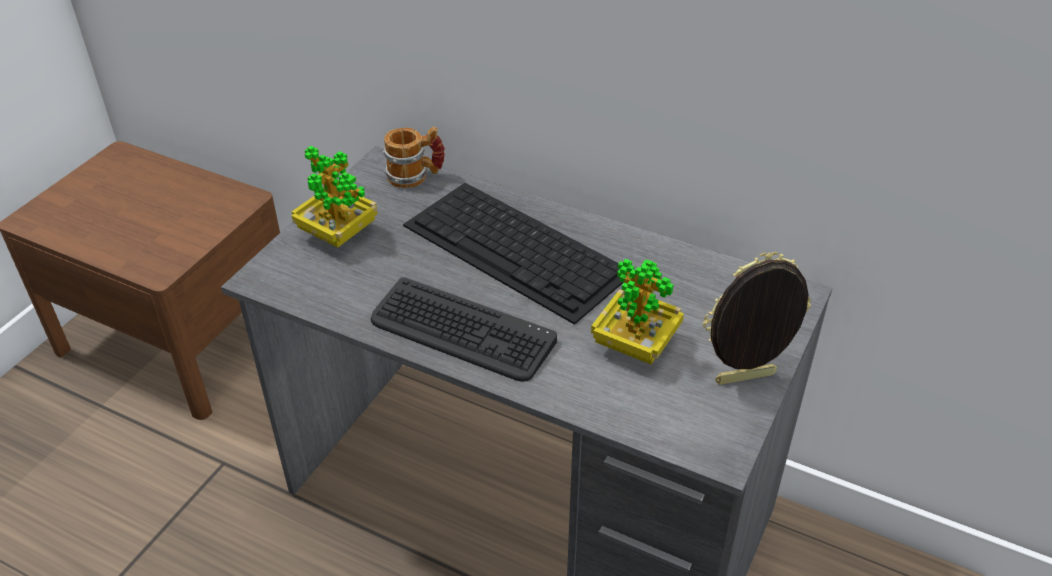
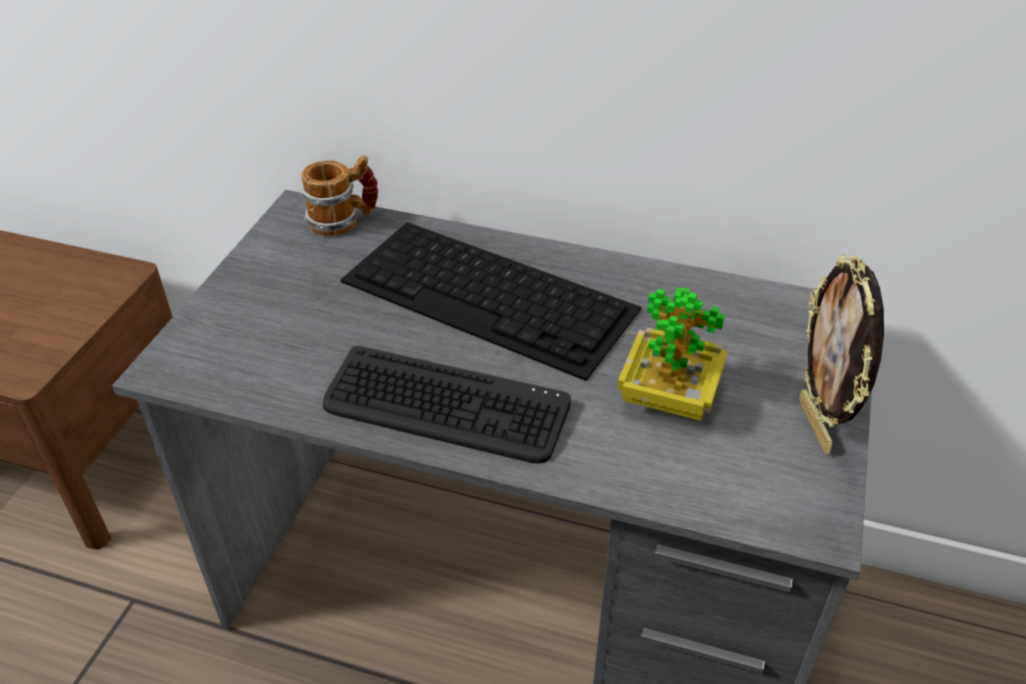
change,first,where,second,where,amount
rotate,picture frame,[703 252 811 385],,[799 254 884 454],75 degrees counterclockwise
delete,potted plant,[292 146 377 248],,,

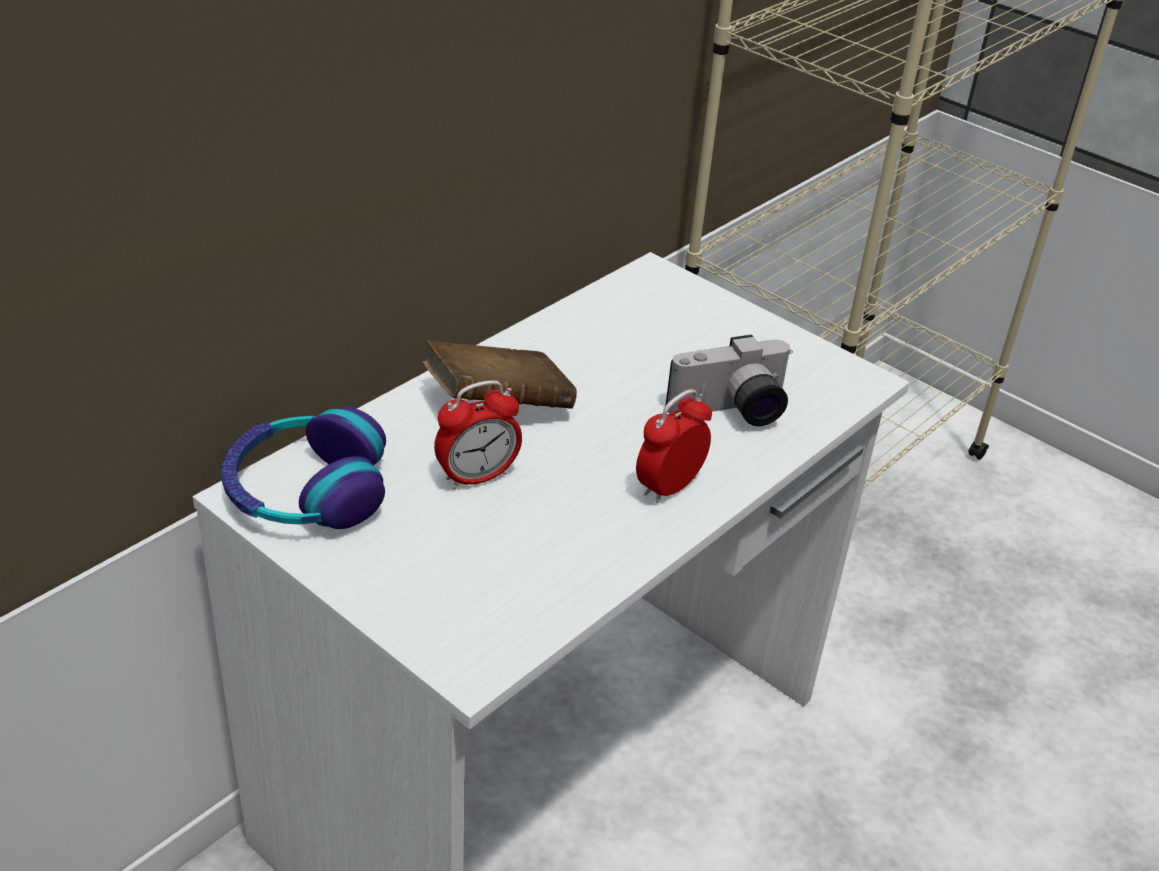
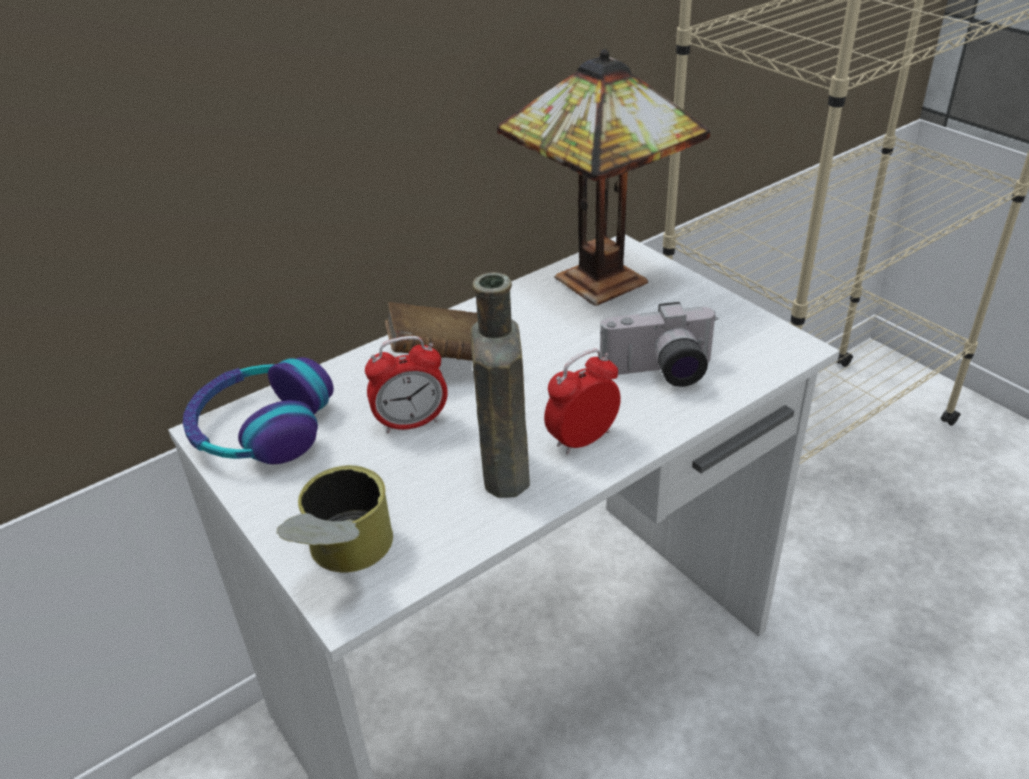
change,first,where,second,where,amount
insert,,,can,[277 465 393 573],
insert,,,brown bottle,[471 272 530 498],
insert,,,table lamp,[497 49 710 306],

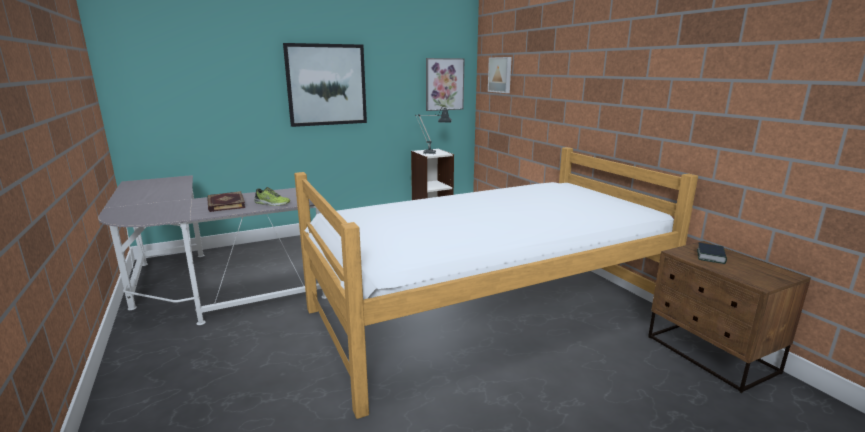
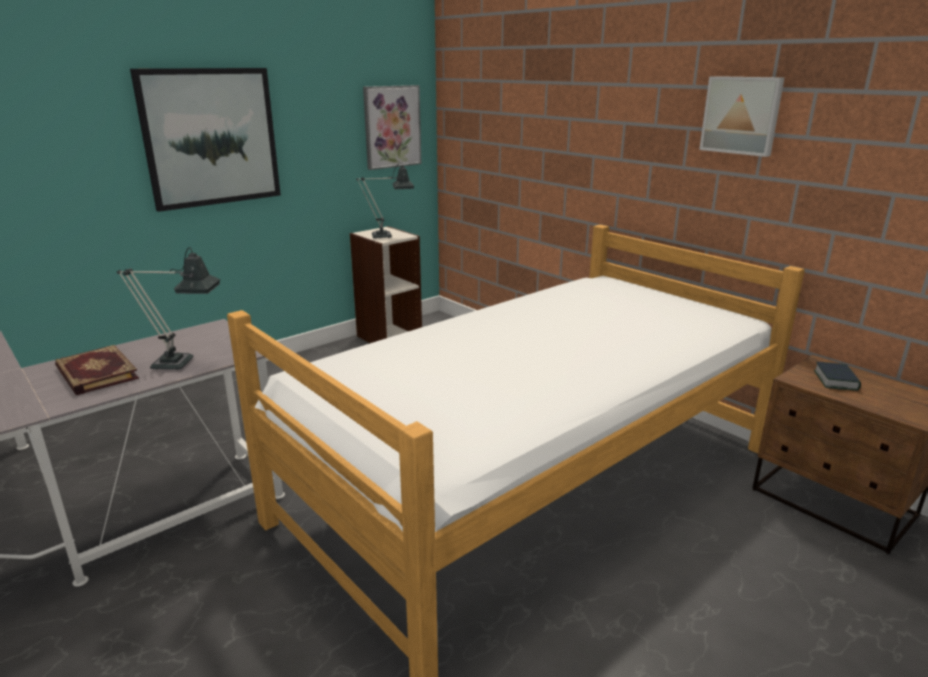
change,first,where,second,where,amount
replace,shoe,[254 187 290 206],table lamp,[117 247 220 370],
move,picture,[488 57 512 93],,[699 76 784 157],

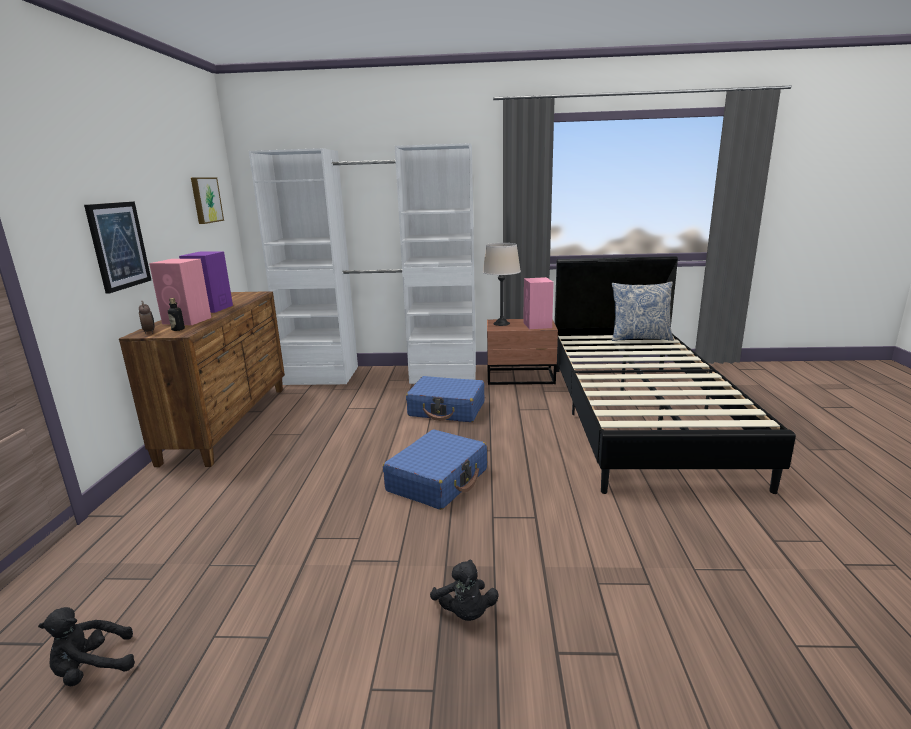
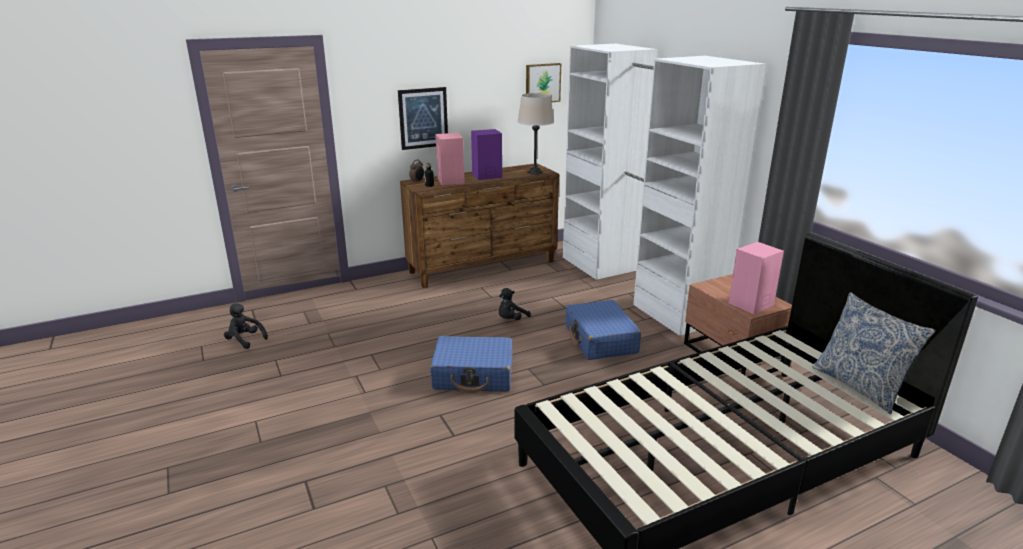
change,first,where,second,where,amount
move,black plush toy,[430 560 499 621],,[499 288 531 320],
move,beige table lamp,[483 243 521 326],,[517 93 554 175],

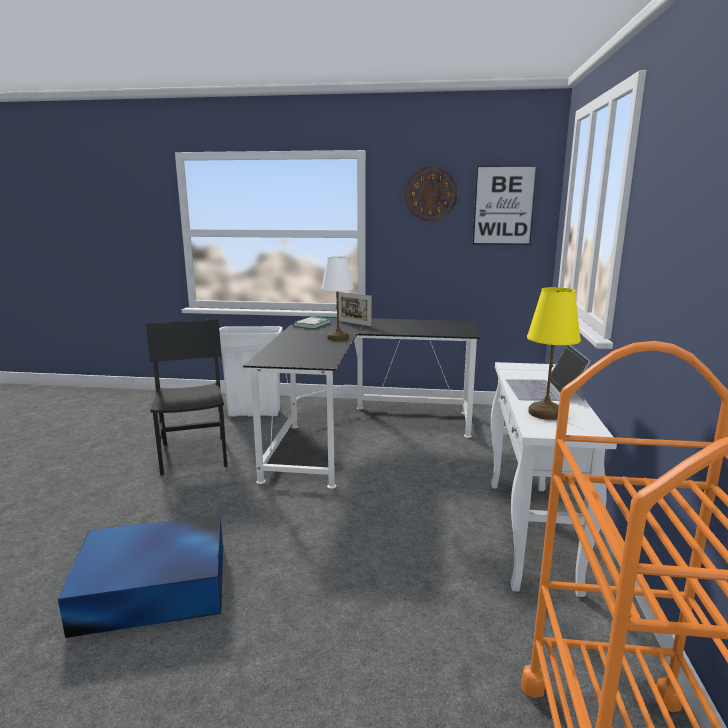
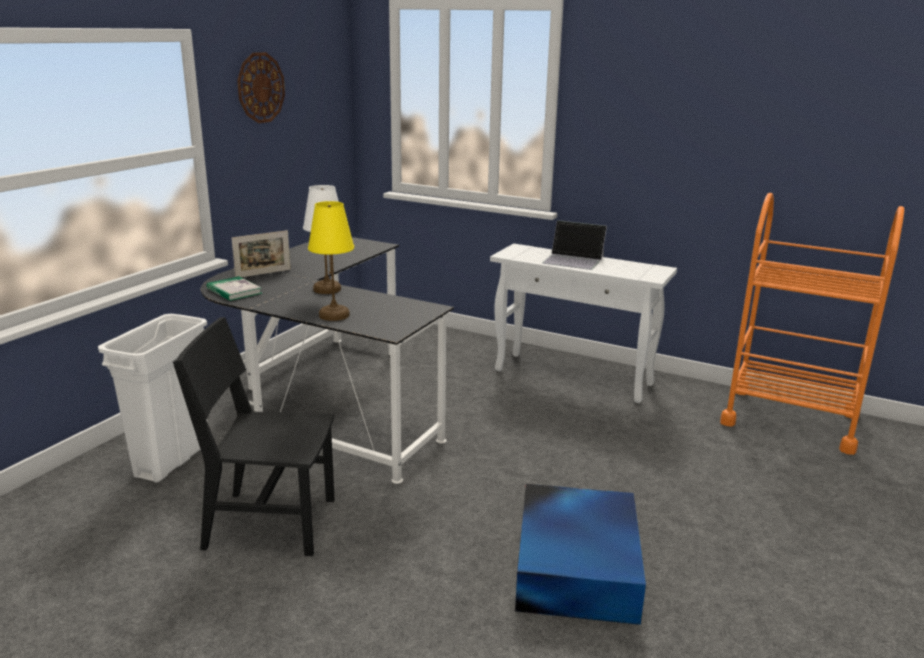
change,first,where,second,where,amount
move,yellow table lamp,[527 287 581 420],,[308 201 354 321],
delete,picture,[473 165 537 245],,,

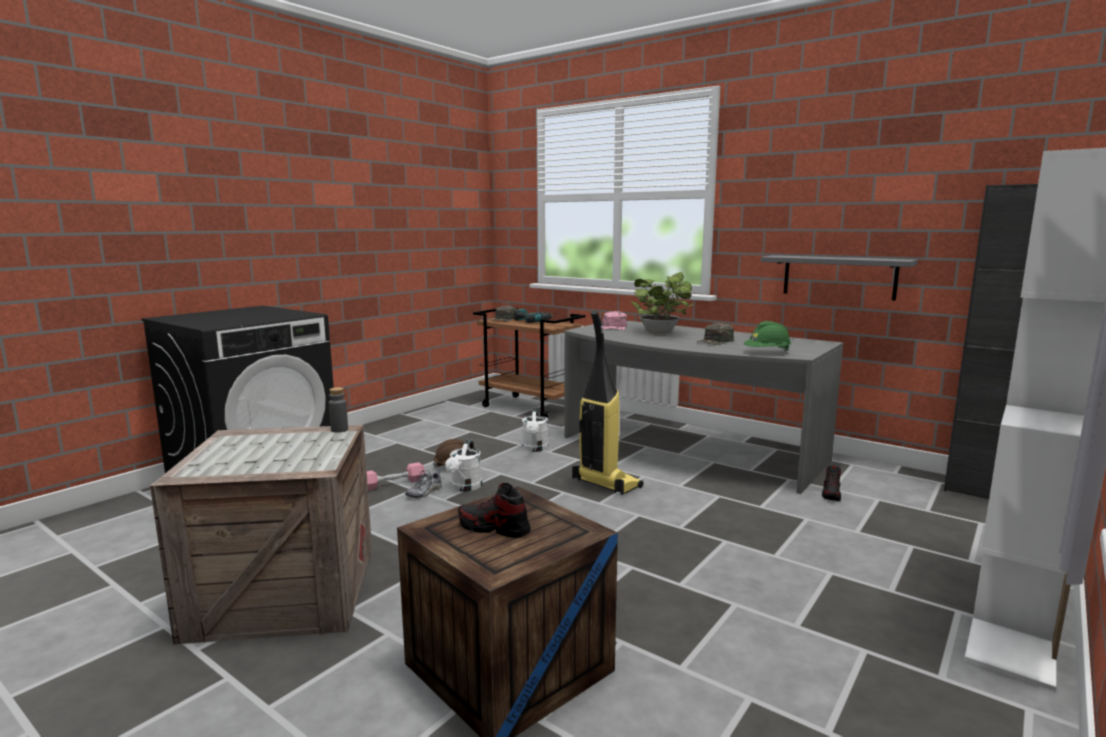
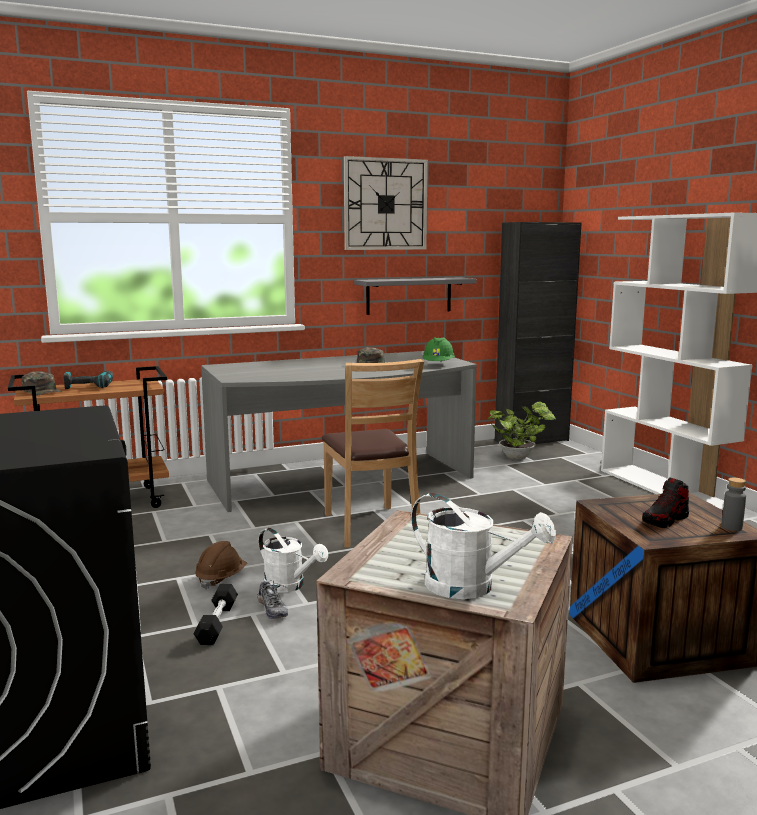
change,first,where,second,where,amount
recolor,pink dumbbell,[367 462 425 491],black dumbbell,[193 584 238 645],
replace,vacuum cleaner,[572 311 643 495],brown chair,[322 359 424 548],
insert,,,wall clock,[344 156 428 250],
move,white watering can,[522 408 549 452],,[411 493 556 599],
move,potted plant,[631 272 695 334],,[488 401 556 459],
move,grey bottle,[329 387 348 433],,[722 478 746 531],
delete,pink cap,[602 311 627 330],,,
delete,shoe,[822 465 841 501],,,

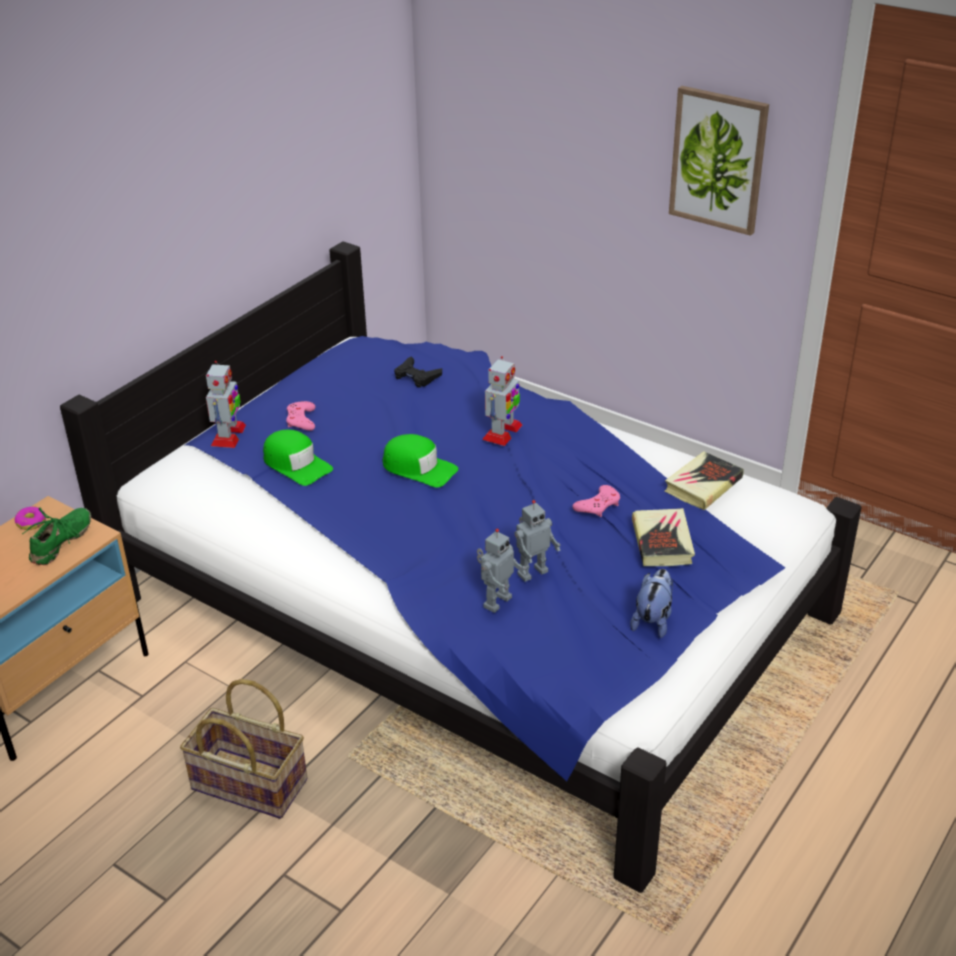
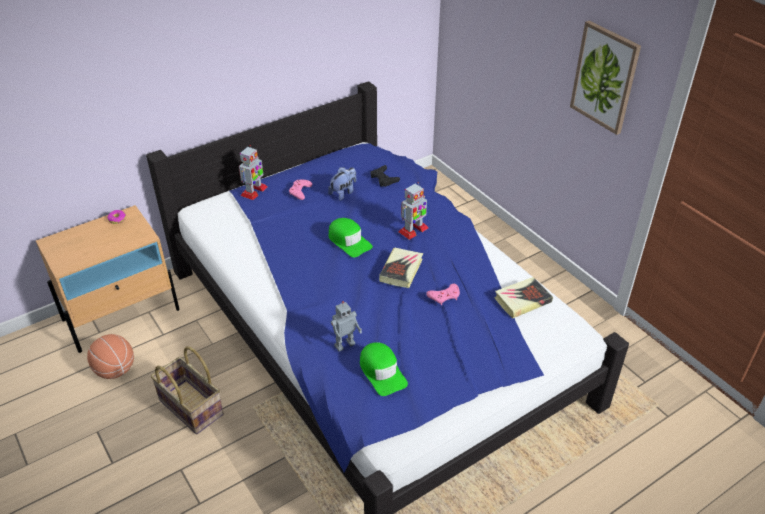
change,first,where,second,where,amount
insert,,,basketball,[87 334 134 379],
move,plush toy,[630 569 673 638],,[328 167 356 201],
move,green cap,[263 430 333 486],,[360 342 408 396],
move,book,[632 508 695 566],,[379 248 423 288],
delete,green shoe,[22 508 92 565],,,
delete,toy robot,[514 500 561 582],,,

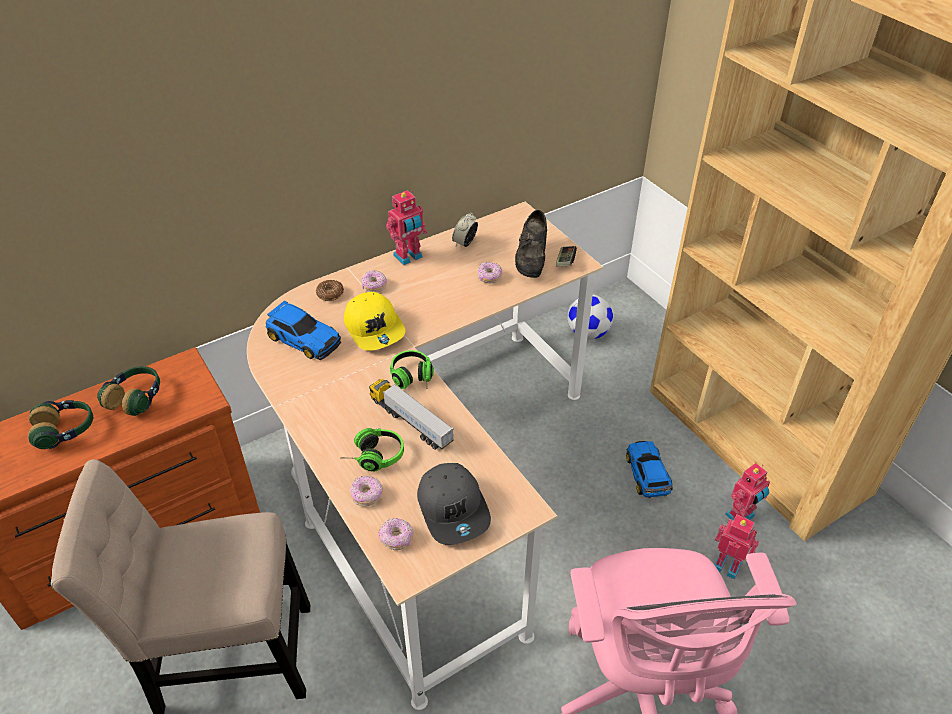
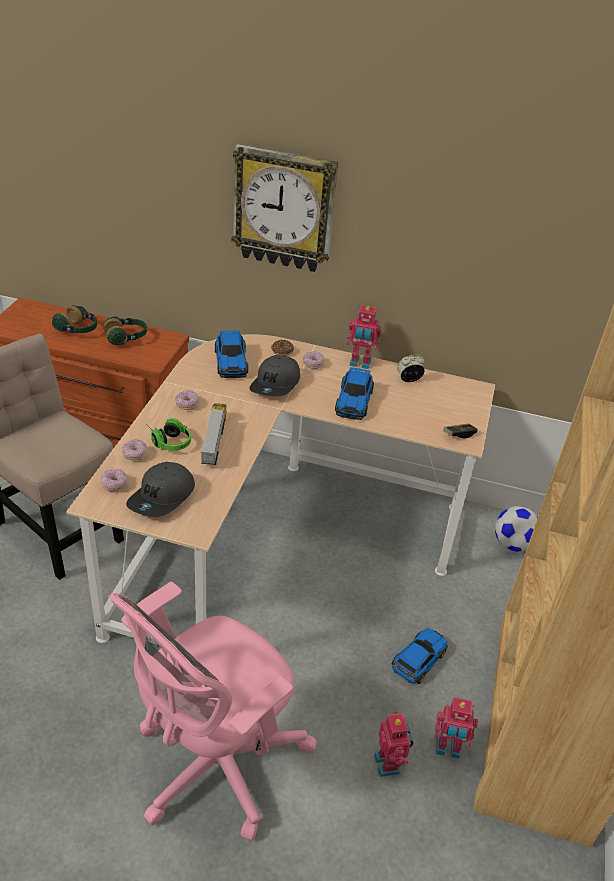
change,first,where,second,where,amount
move,donut,[477 262 502 283],,[175 390 199 410],
insert,,,wall clock,[232 144 338 272],
recolor,yellow cap,[344 292 406 351],grey cap,[249 355 300 397],
insert,,,toy car,[335 367 374 420],
delete,headphones,[390 350 434 389],,,
delete,black shoe,[515 210 547 278],,,

